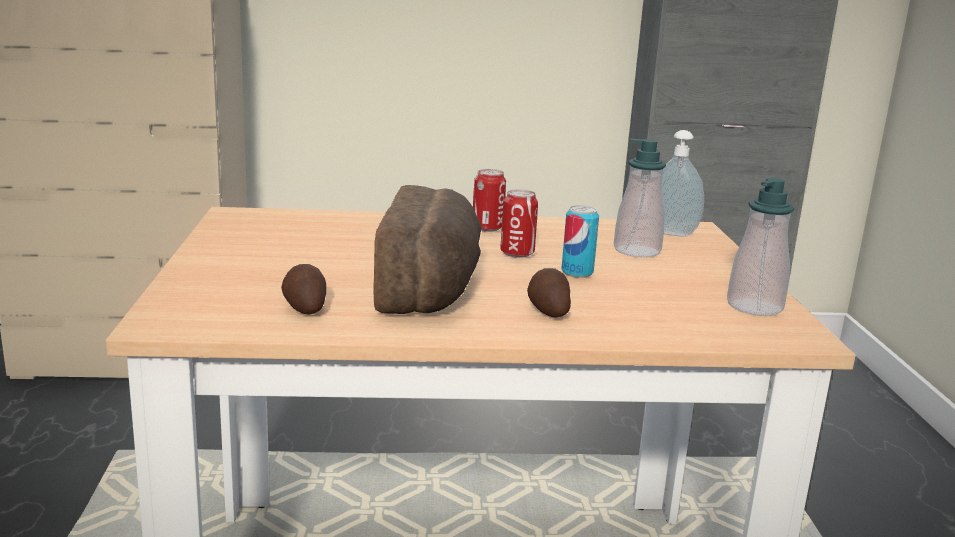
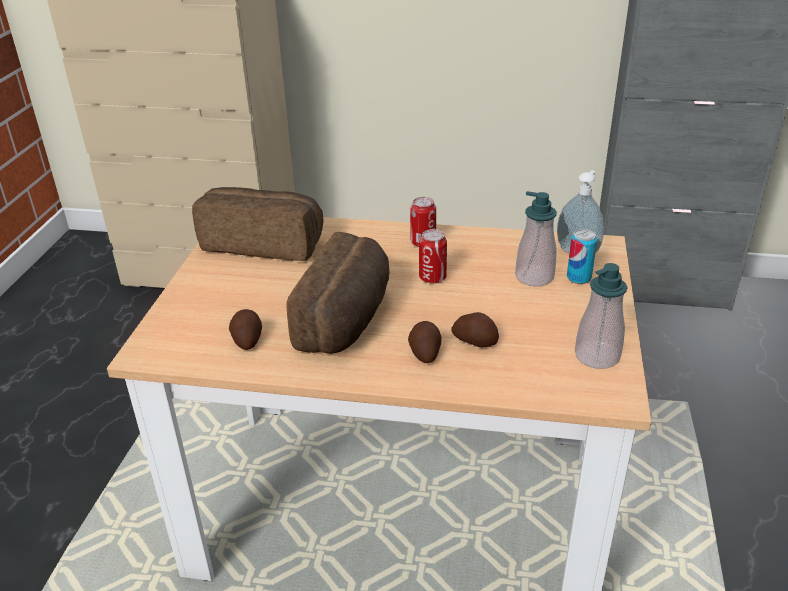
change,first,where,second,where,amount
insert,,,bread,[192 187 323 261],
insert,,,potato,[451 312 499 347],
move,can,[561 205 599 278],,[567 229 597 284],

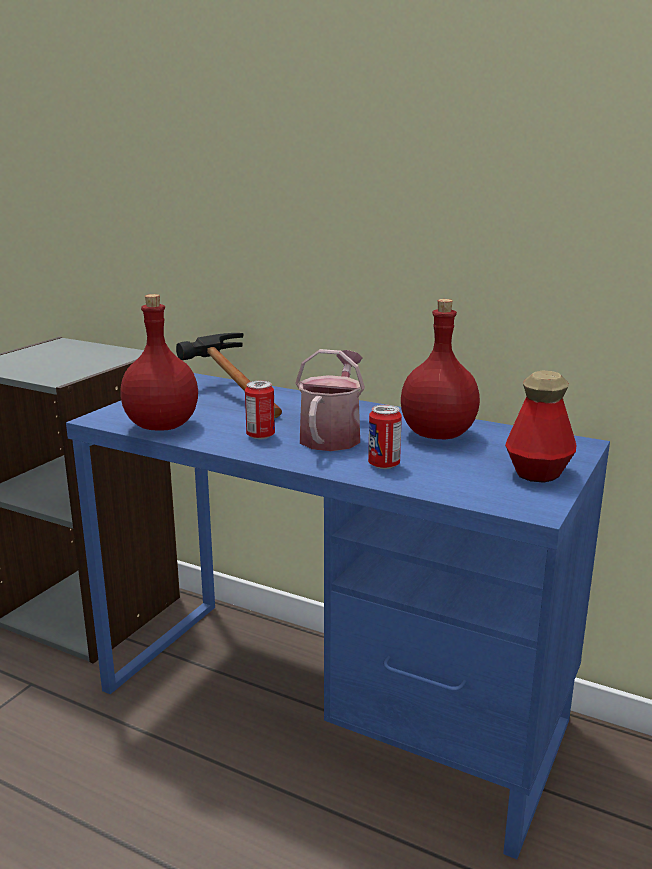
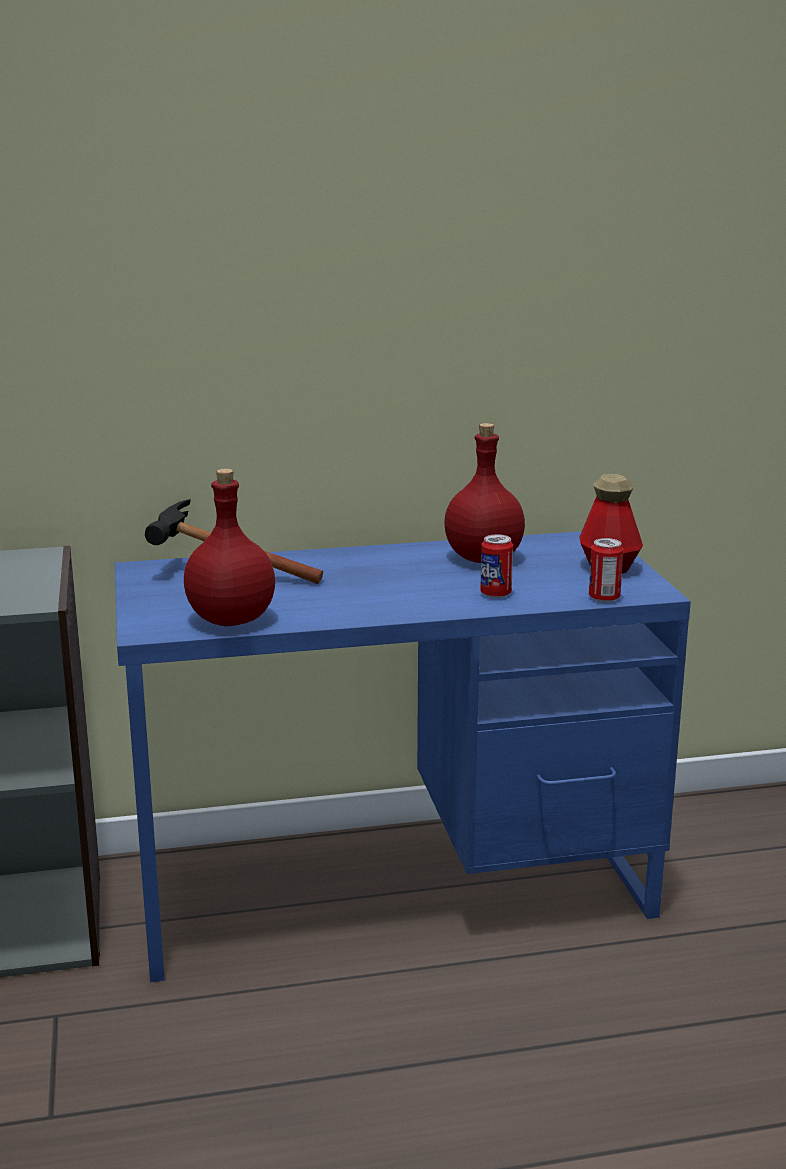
change,first,where,second,where,amount
move,can,[245 381 275 439],,[589 538 623 602],
delete,watering can,[295 349 365 451],,,

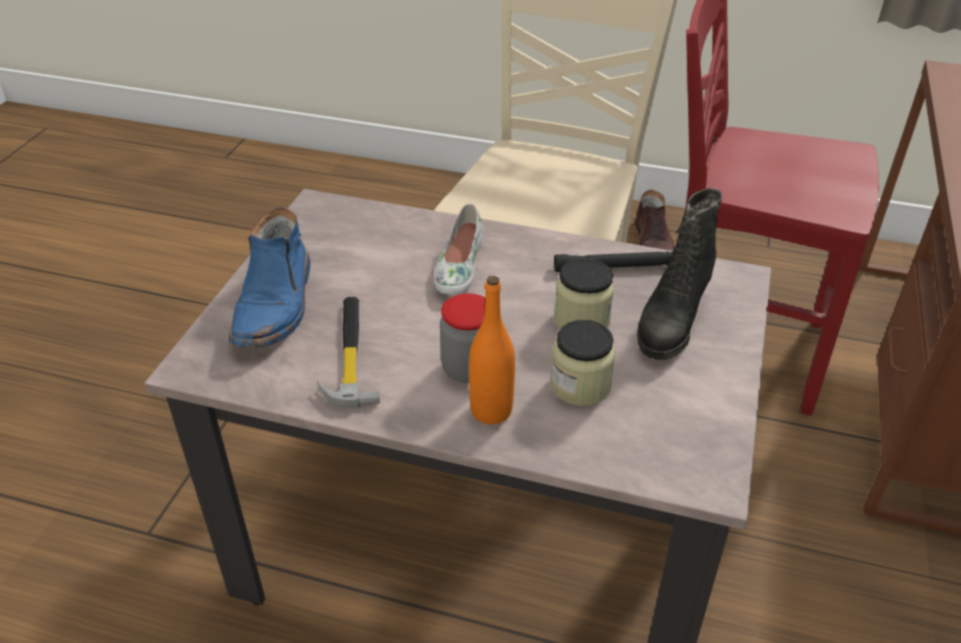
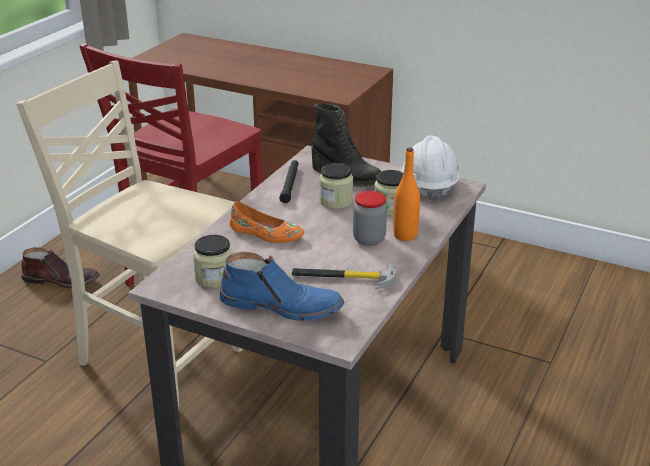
change,first,where,second,where,amount
insert,,,jar,[193 235 233 288],
recolor,white shoe,[434 203 483 295],orange shoe,[230 201 304 243],
insert,,,white hard hat,[402 135 460 202],

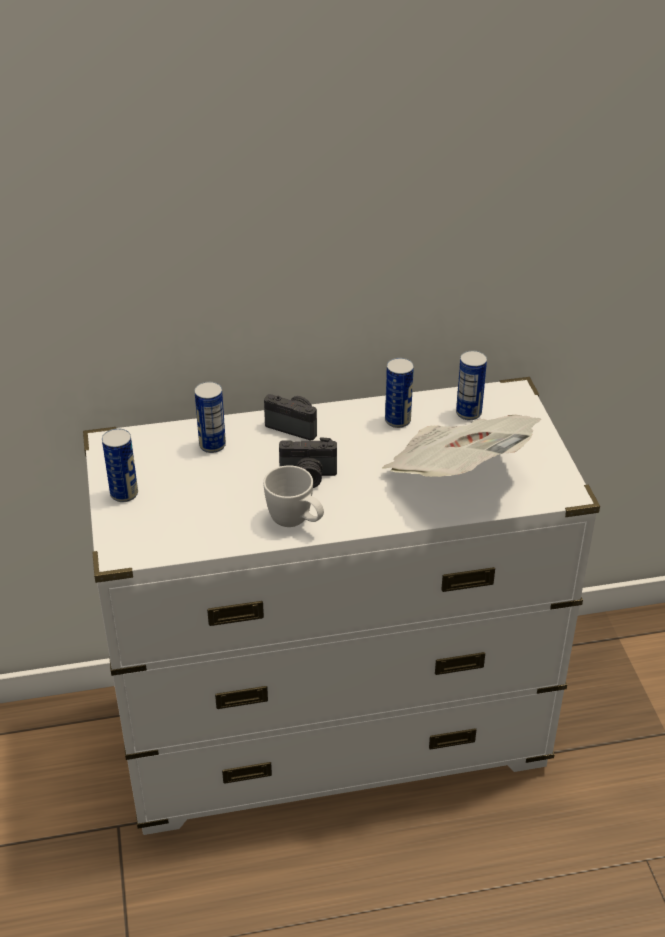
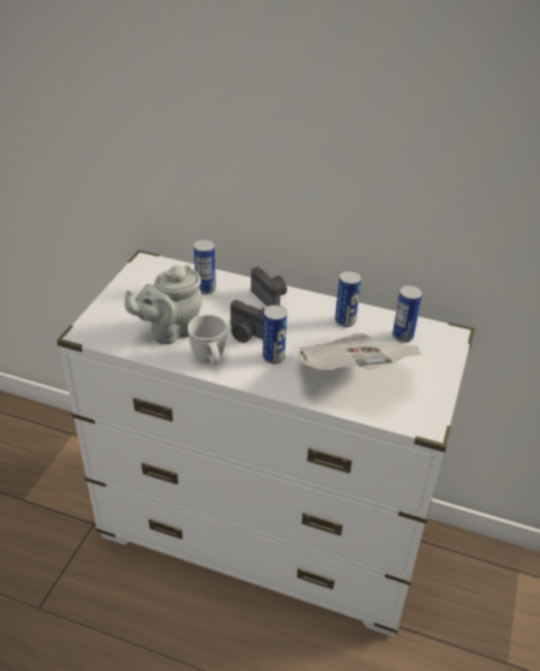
change,first,where,second,where,amount
insert,,,grey teapot,[124 265 202 344],
move,can,[102 428 138 502],,[263 305 287 364],

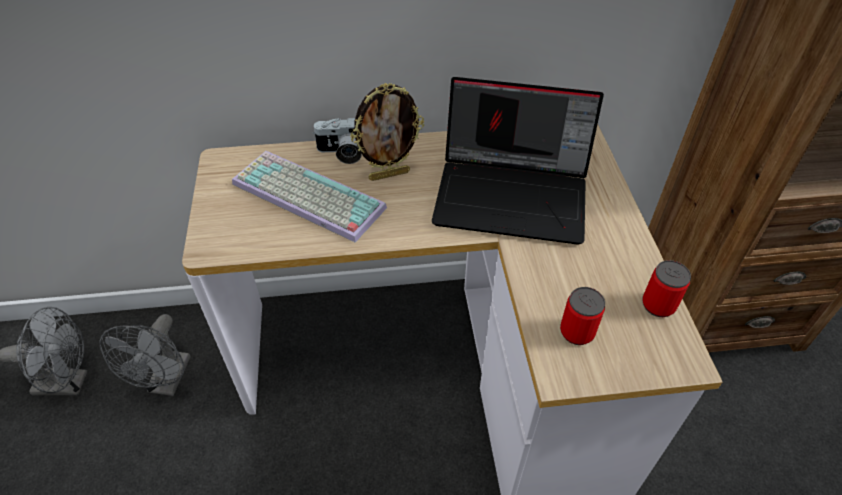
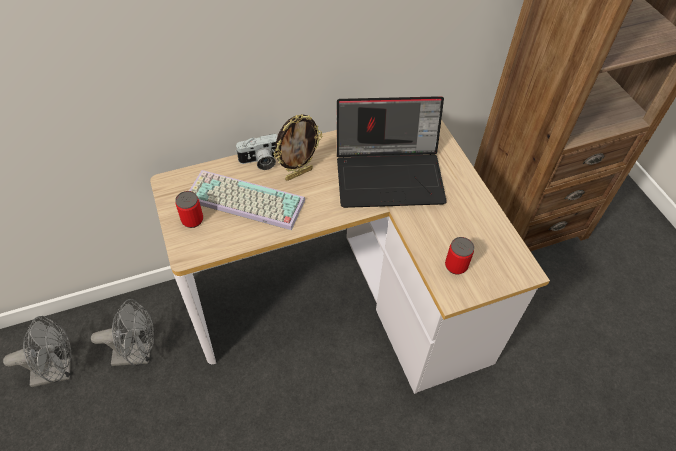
change,first,where,second,where,amount
rotate,grey fan,[100 314 191 396],,[91 299 154 366],90 degrees counterclockwise
move,can,[642 260 691 317],,[175 191 203 228],

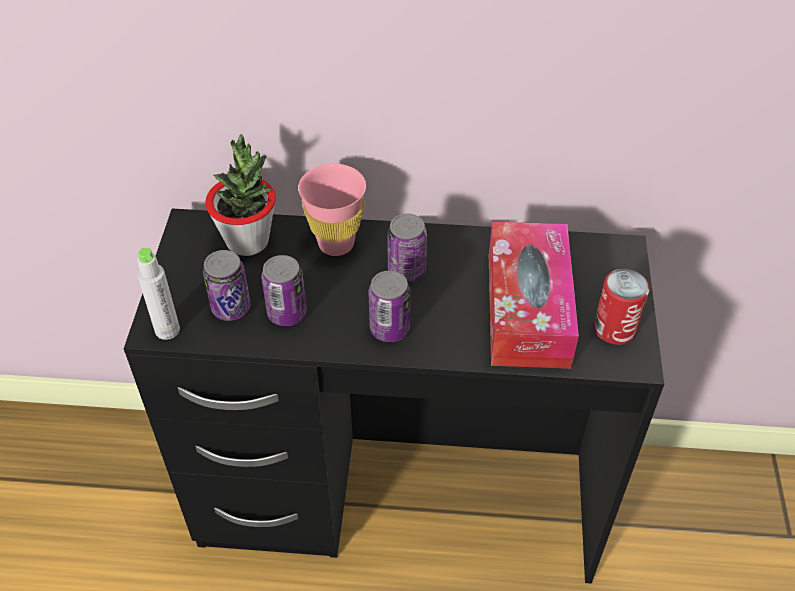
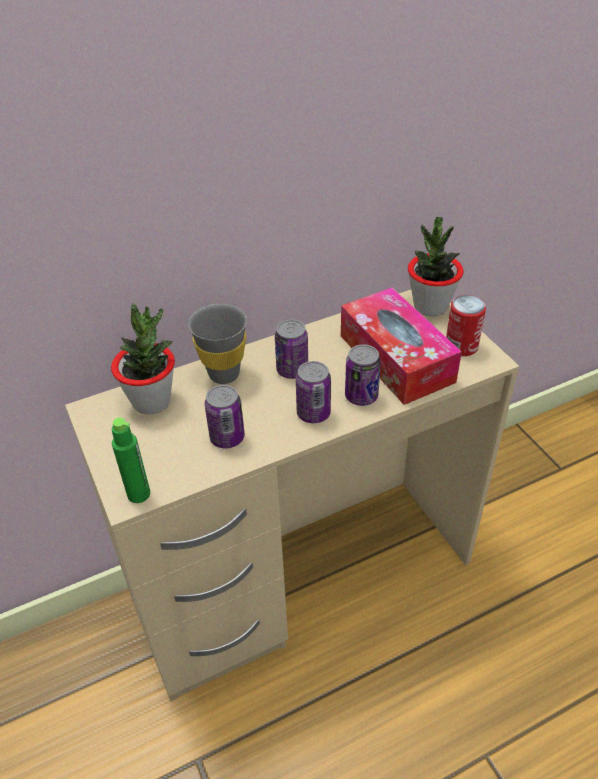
change,first,where,second,where,amount
recolor,black desk,[124 208 664 583],beige desk,[65 290 519 702],
recolor,grey bottle,[137 248 180 340],green bottle,[112 418 150 503],
recolor,pink cup,[298 164 366 256],grey cup,[188 304 247 384],
move,can,[203 250 251 321],,[345 344 381 406],
insert,,,potted plant,[408 217 463 316],

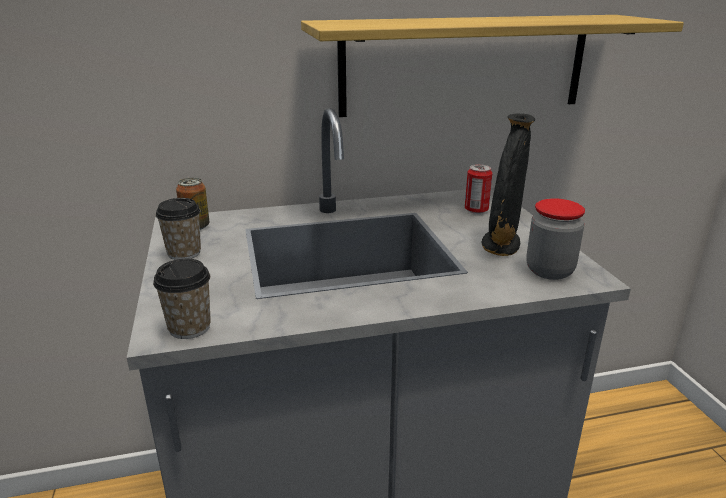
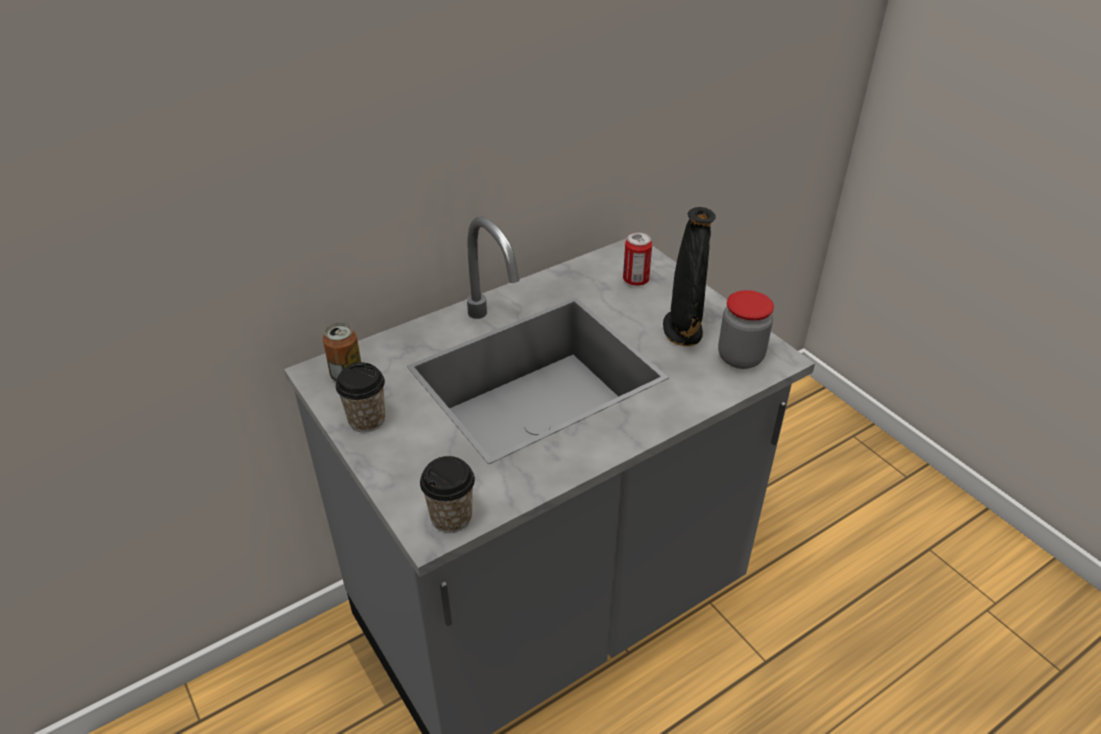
change,first,where,second,where,amount
delete,shelf,[301 15 684 117],,,

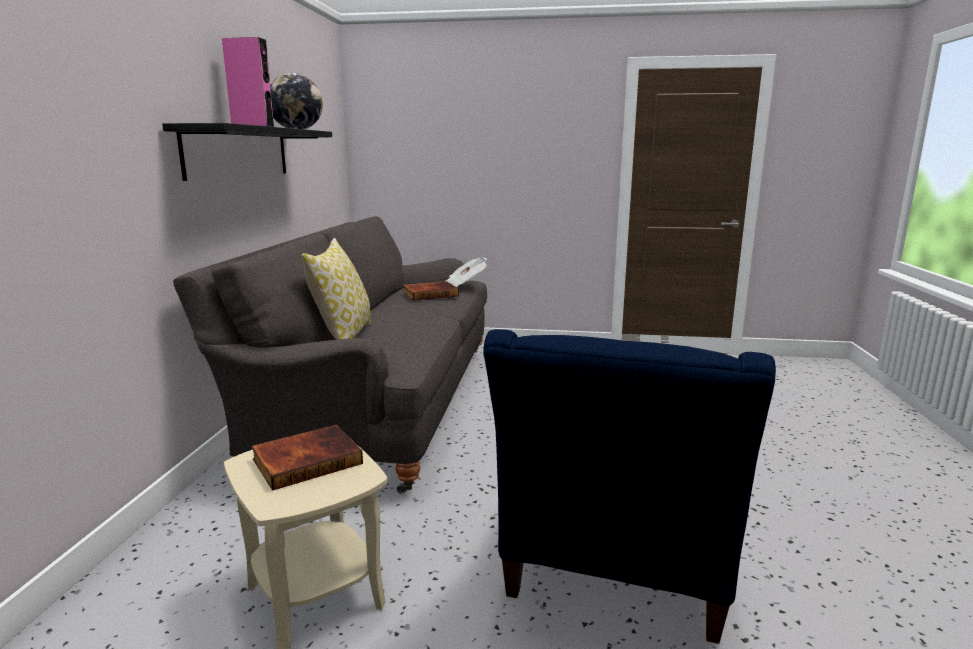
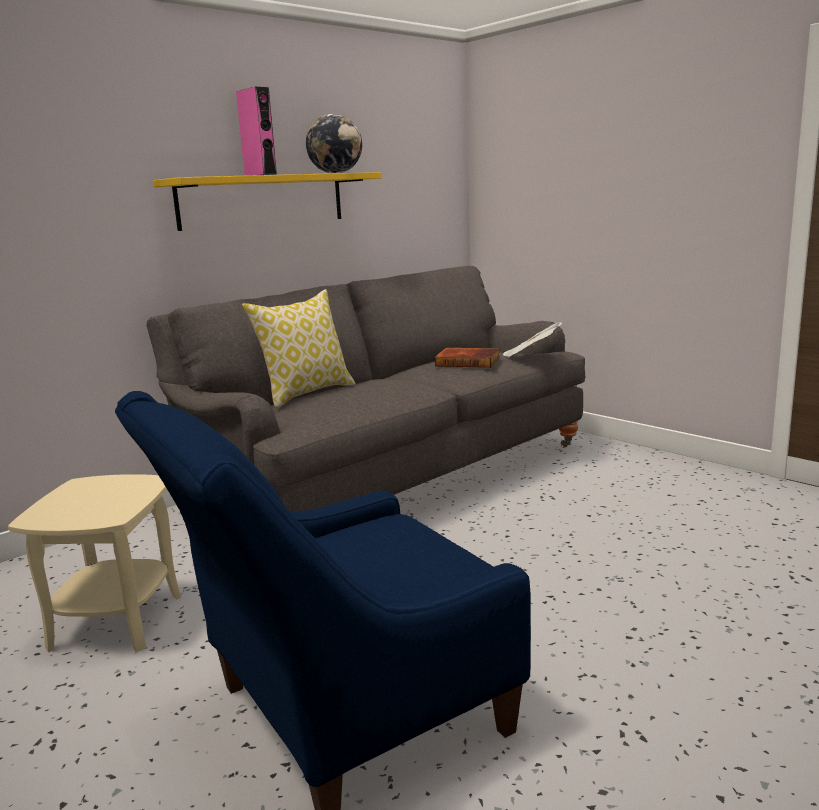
change,first,where,second,where,amount
recolor,black shelf,[162 123 332 181],yellow shelf,[153 172 382 231],
delete,book,[251 425 363 491],,,

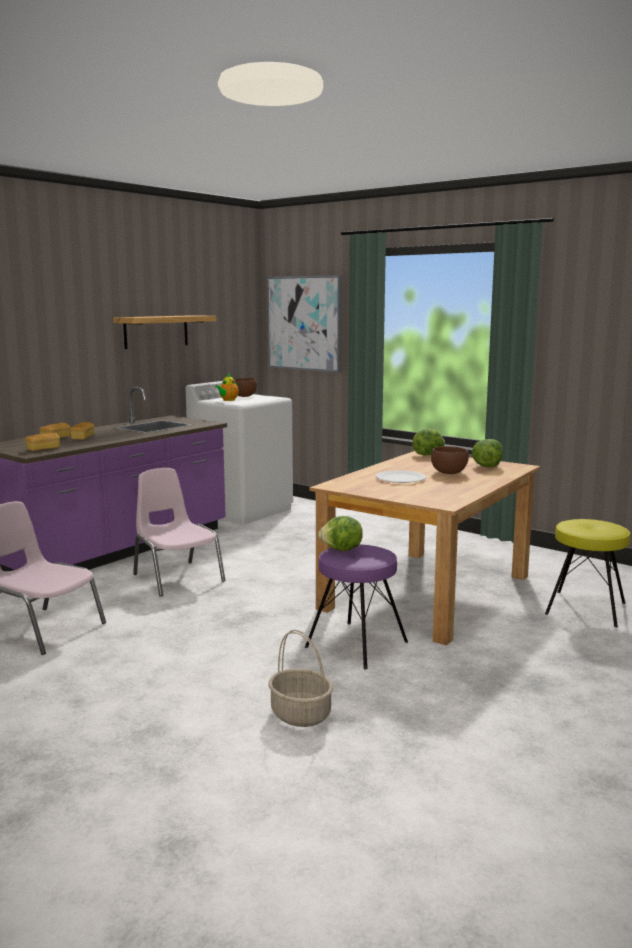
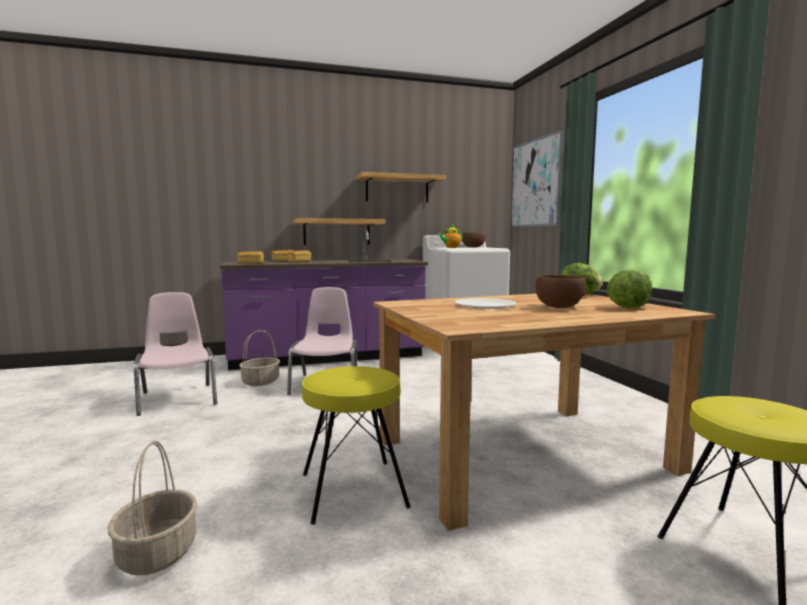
change,first,where,second,where,amount
insert,,,basket,[239 330 280 386],
insert,,,shelf,[293 218 385 245],
recolor,purple stool,[305 544 408 669],yellow stool,[302 366 411 525],
delete,lettuce,[318 516 363 551],,,

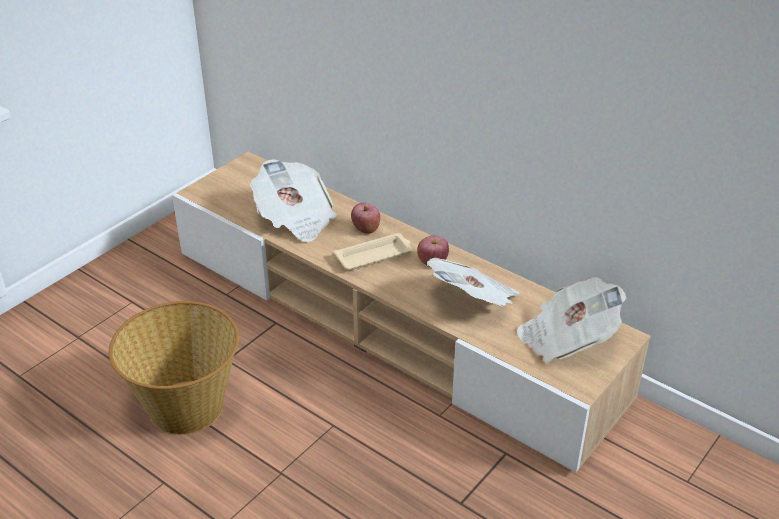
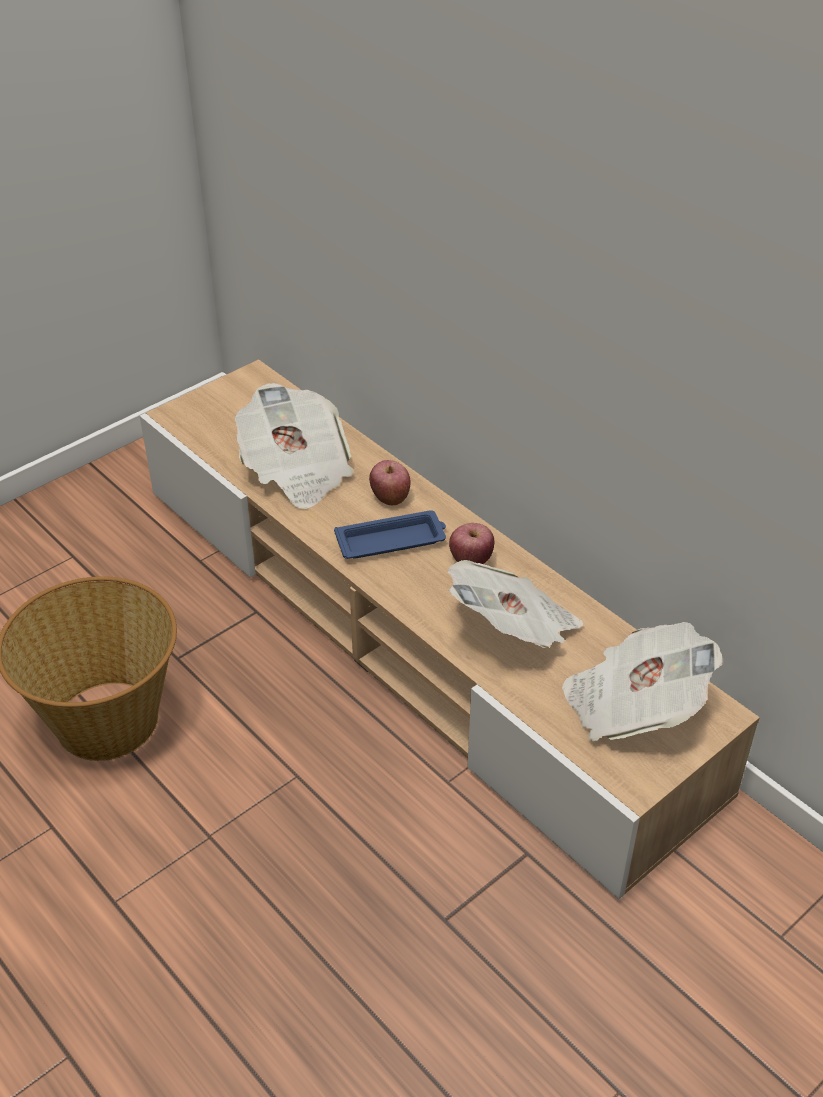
change,first,where,second,where,amount
recolor,beige tray,[334 233 413 270],blue tray,[334 510 446 559],

